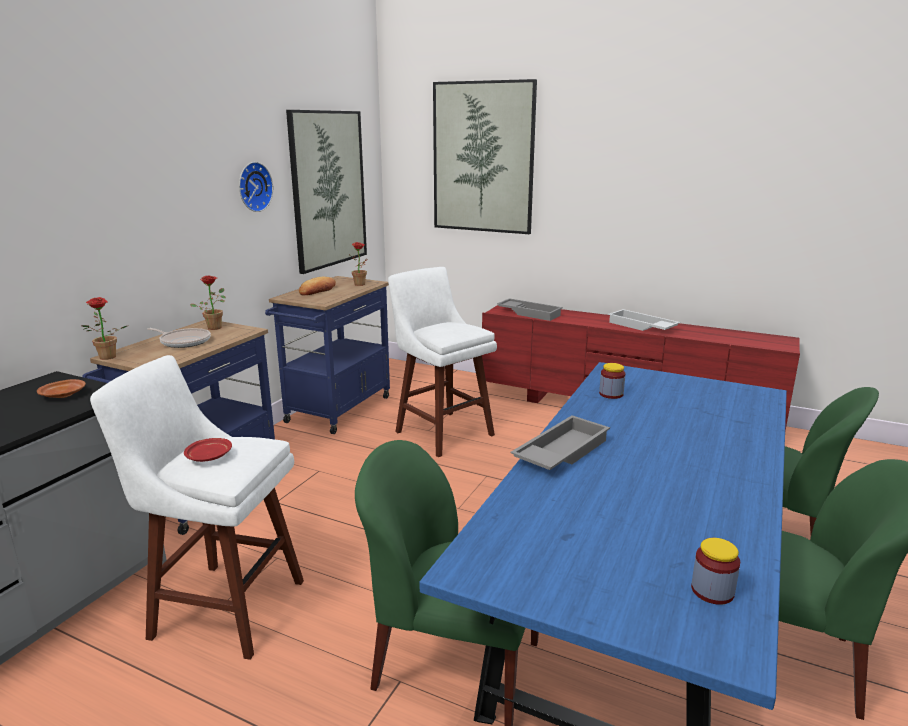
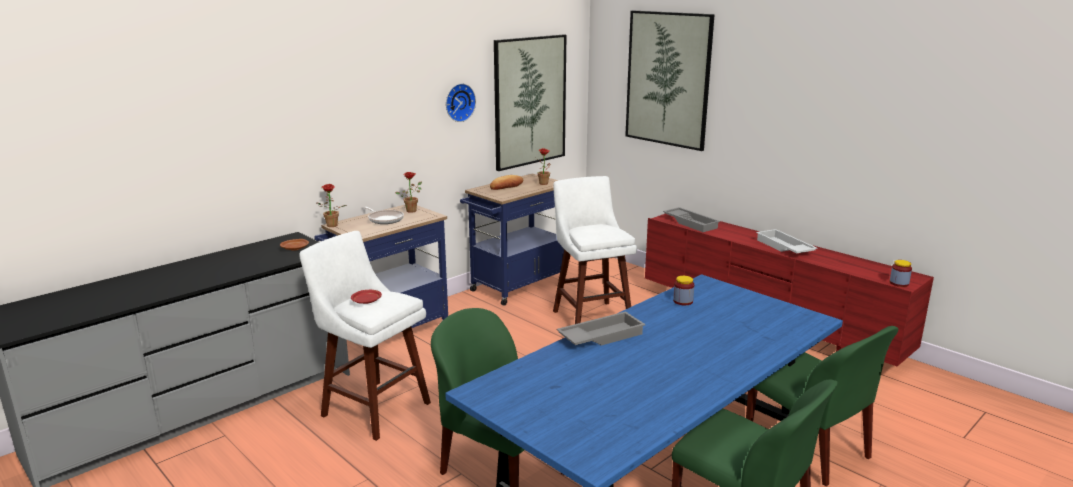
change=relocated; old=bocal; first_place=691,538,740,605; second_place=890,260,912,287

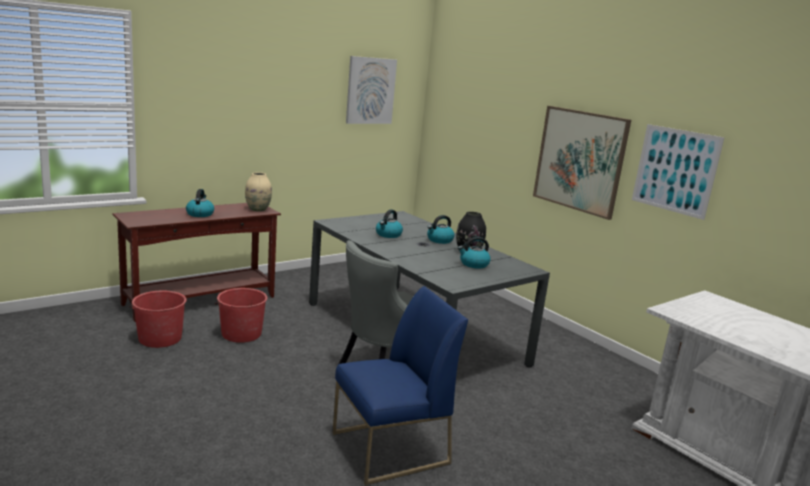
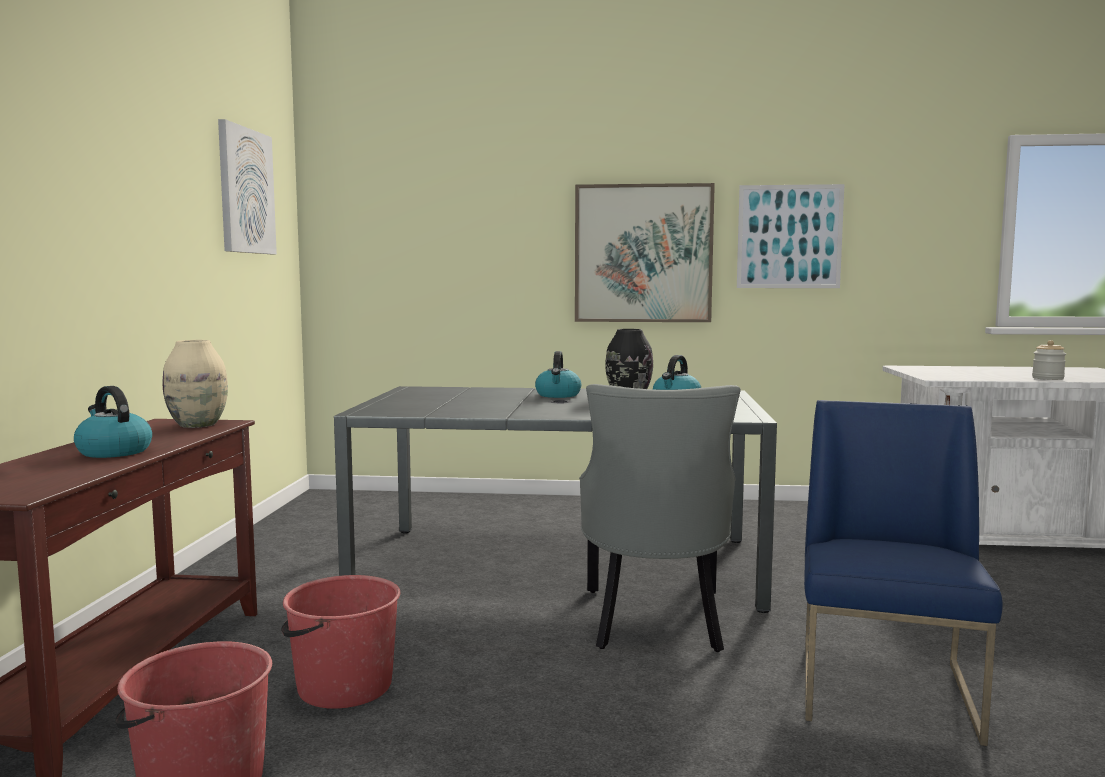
change=missing; old=bouilloire; first_place=376,210,403,238
change=appeared; new=bocal; second_place=1032,340,1066,380

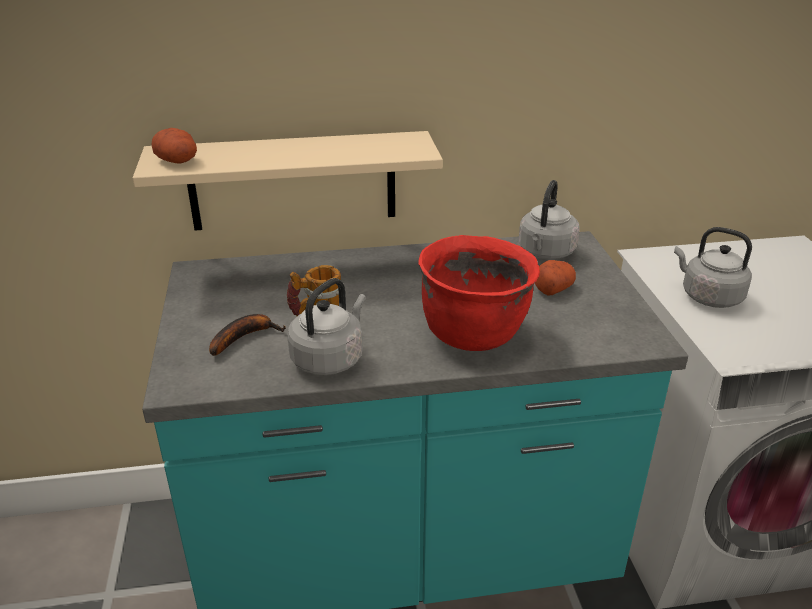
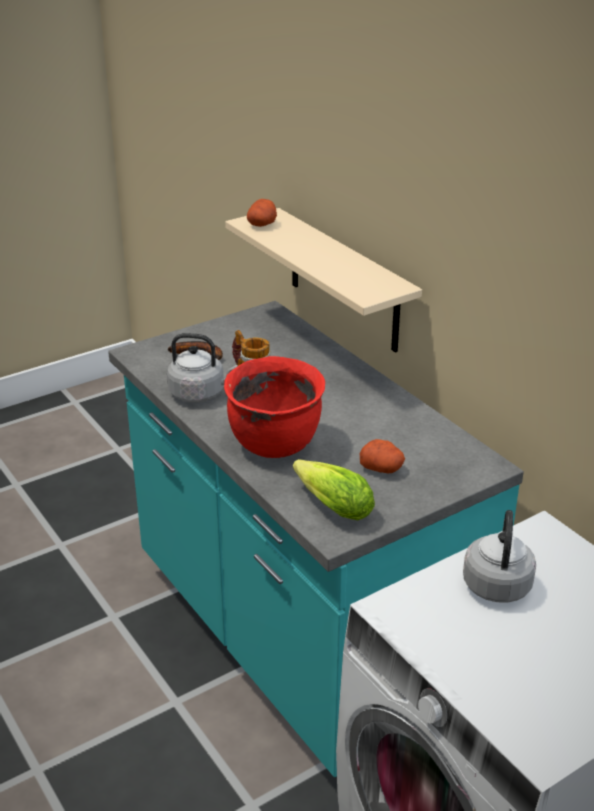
change=missing; old=bouilloire (gris); first_place=518,180,580,260
change=appeared; new=laitue; second_place=293,459,375,520

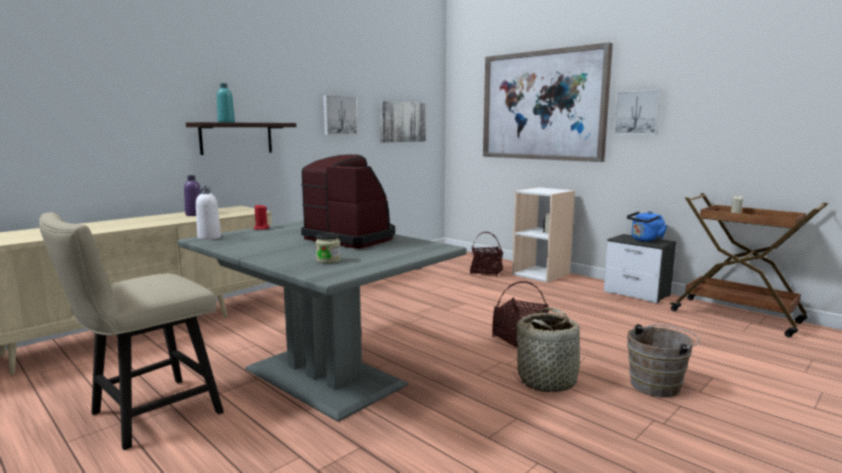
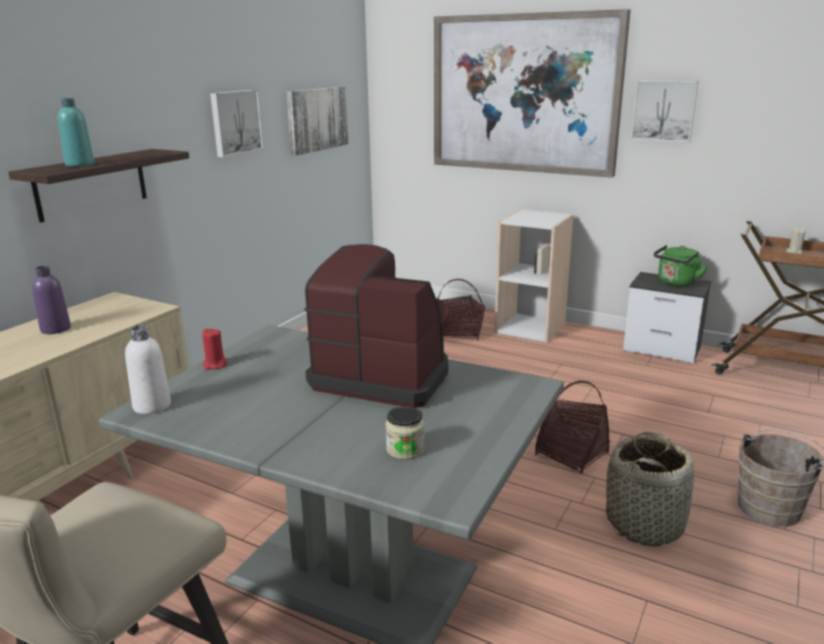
change=colour; old=bouilloire (bleu); new=bouilloire (vert); first_place=627,211,667,242; second_place=654,245,708,286

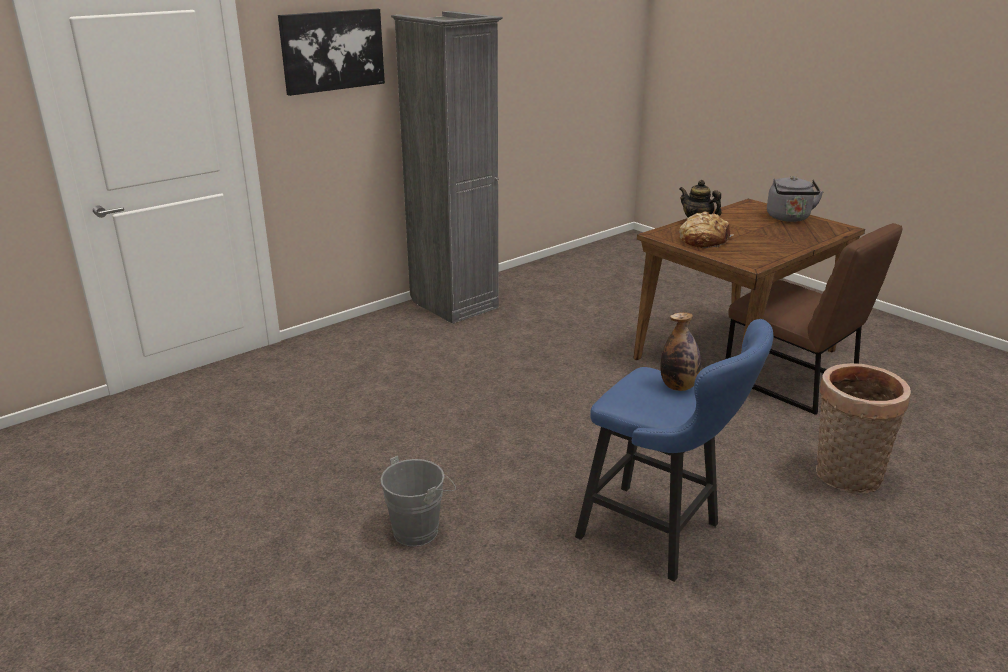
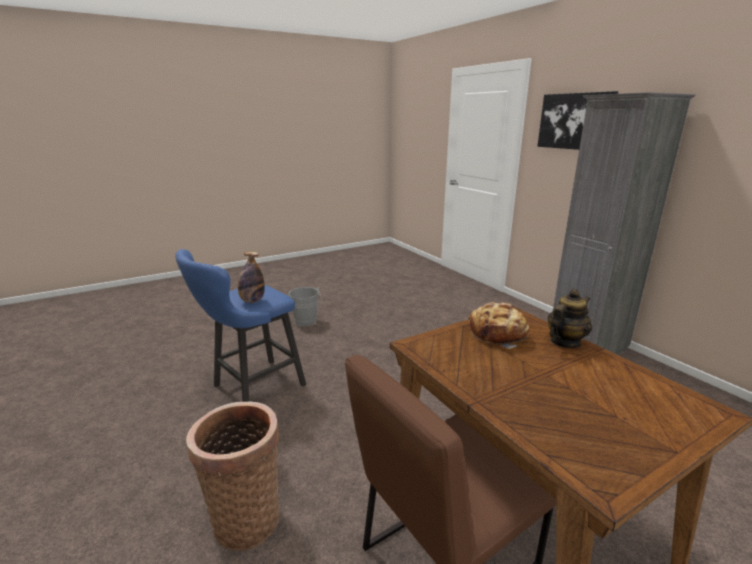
change=missing; old=bouilloire (gris); first_place=767,176,824,222

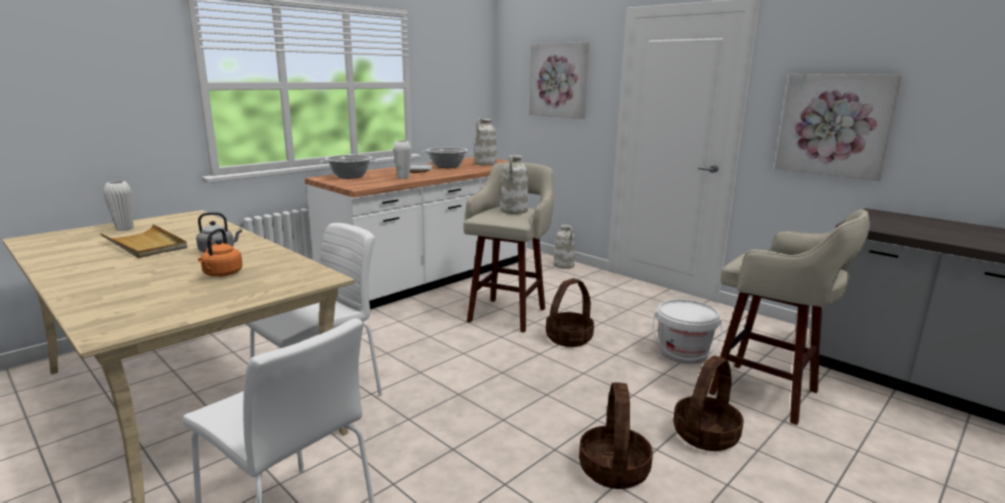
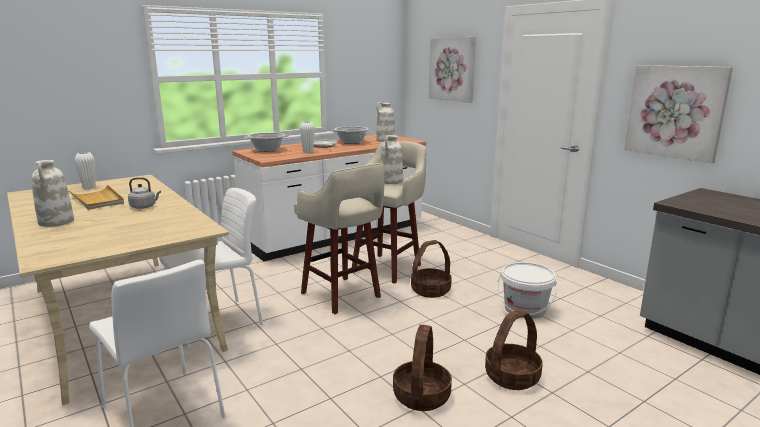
change=missing; old=bouilloire (orange); first_place=198,228,242,277
change=relocated; old=vase (blanc); first_place=554,225,575,269; second_place=31,160,74,227
change=relocated; old=tabouret (beige); first_place=709,210,870,425; second_place=294,163,385,314

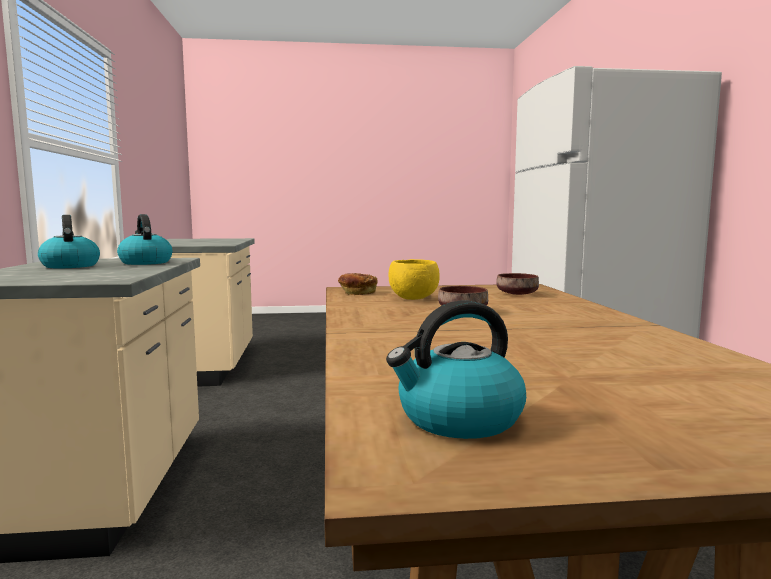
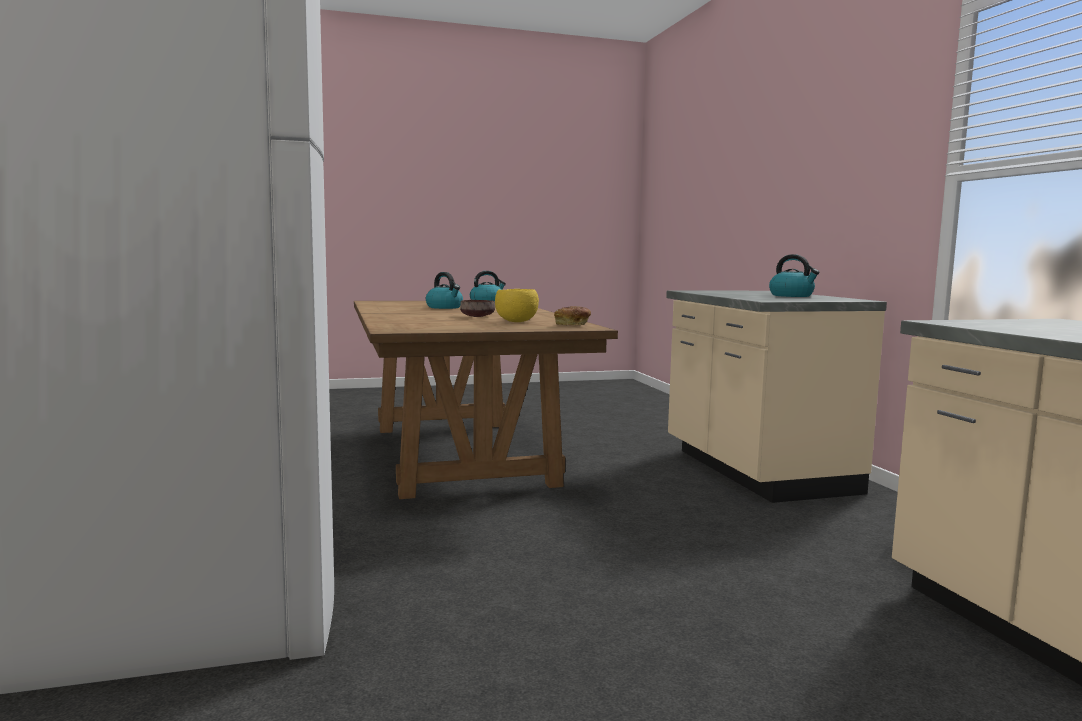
change=missing; old=bol (marron); first_place=496,273,539,295
change=relocated; old=bouilloire; first_place=117,214,173,265; second_place=426,272,463,309

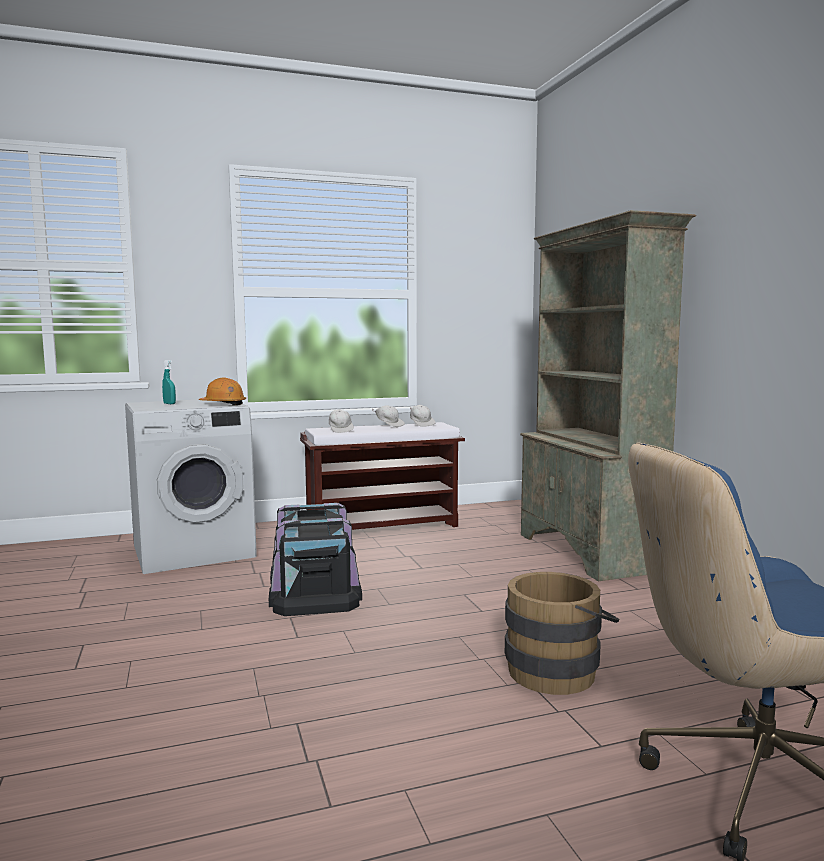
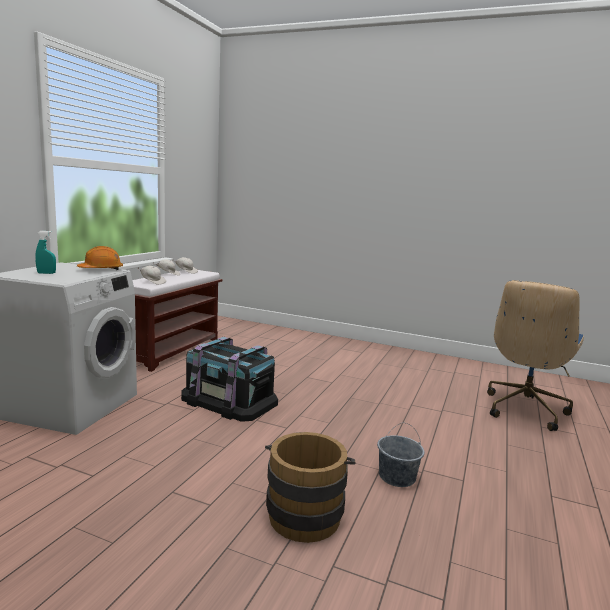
change=missing; old=bibliothèque (vert); first_place=520,210,696,581
change=appeared; new=seau (gris); second_place=377,422,424,487
change=relocated; old=seau (marron); first_place=505,572,620,695; second_place=265,432,355,543

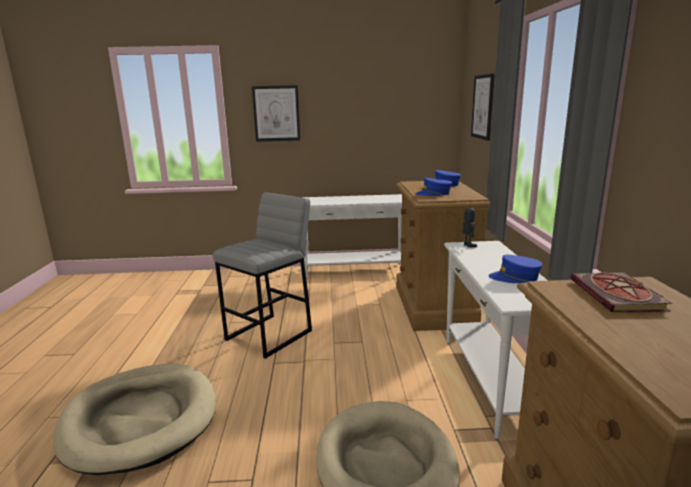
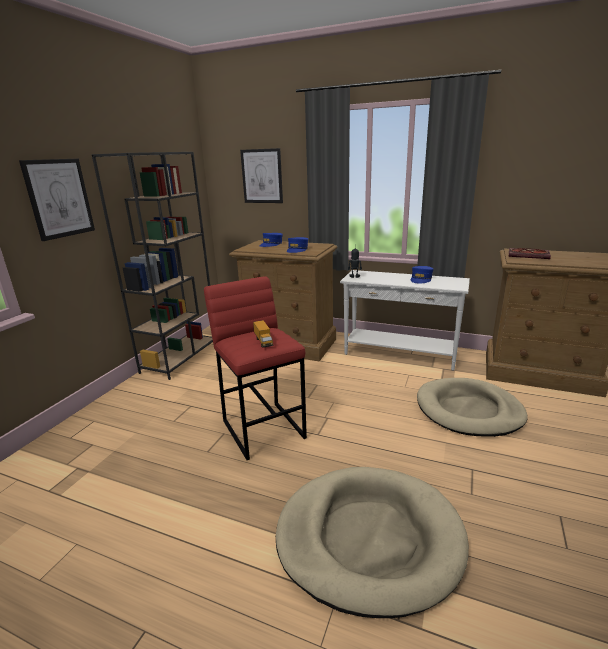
change=appeared; new=camion jouet; second_place=253,320,273,348
change=exchanged; old=table console (blanc); new=bibliothèque; first_place=302,194,402,278; second_place=92,152,213,380
change=colour; old=tabouret (gris); new=tabouret (rouge); first_place=213,192,312,359; second_place=204,276,307,460

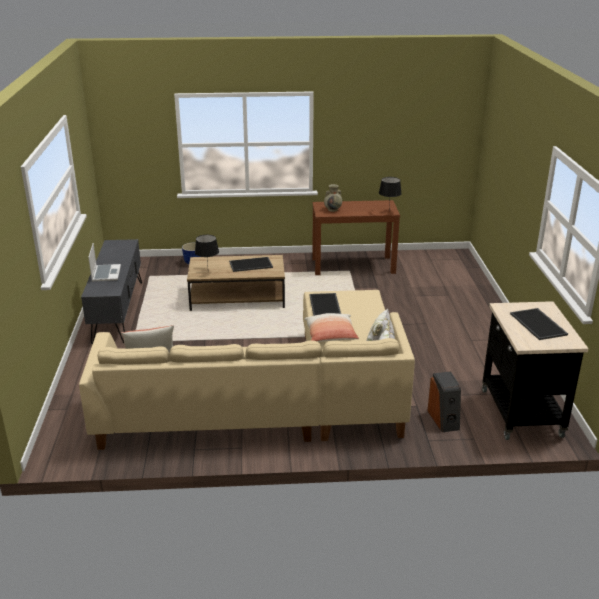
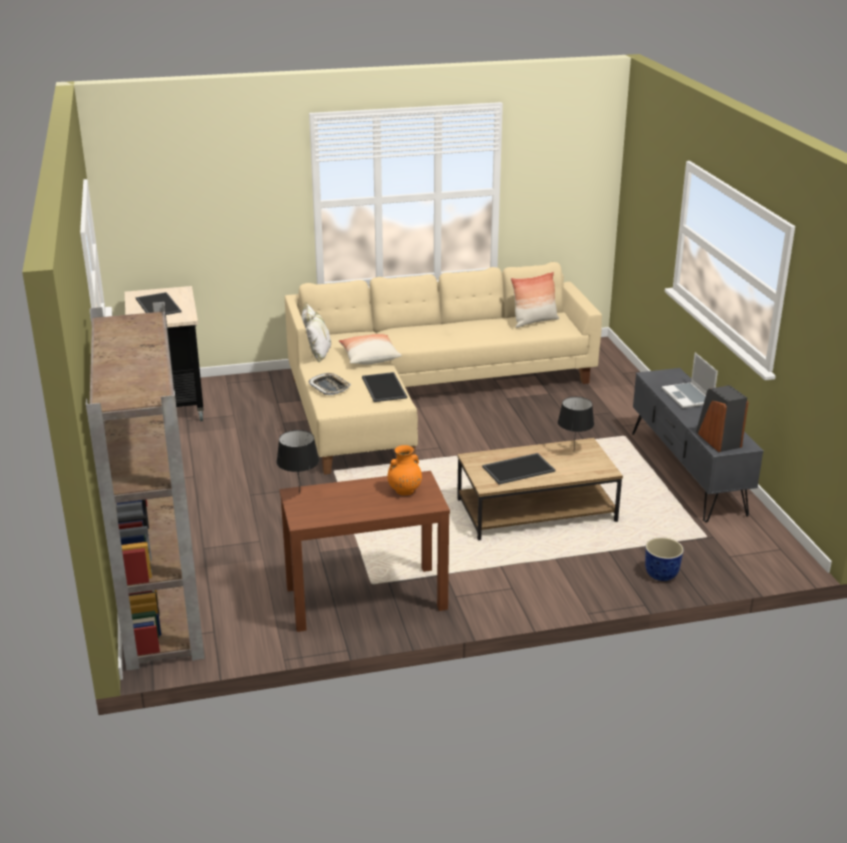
change=appeared; new=bibliothèque (marron); second_place=86,302,205,671
change=appeared; new=plateau; second_place=308,373,351,395
change=relocated; old=enceinte; first_place=427,371,461,432; second_place=696,385,749,452
change=colour; old=vase (beige); new=vase (orange); first_place=324,184,342,212; second_place=388,445,422,496

